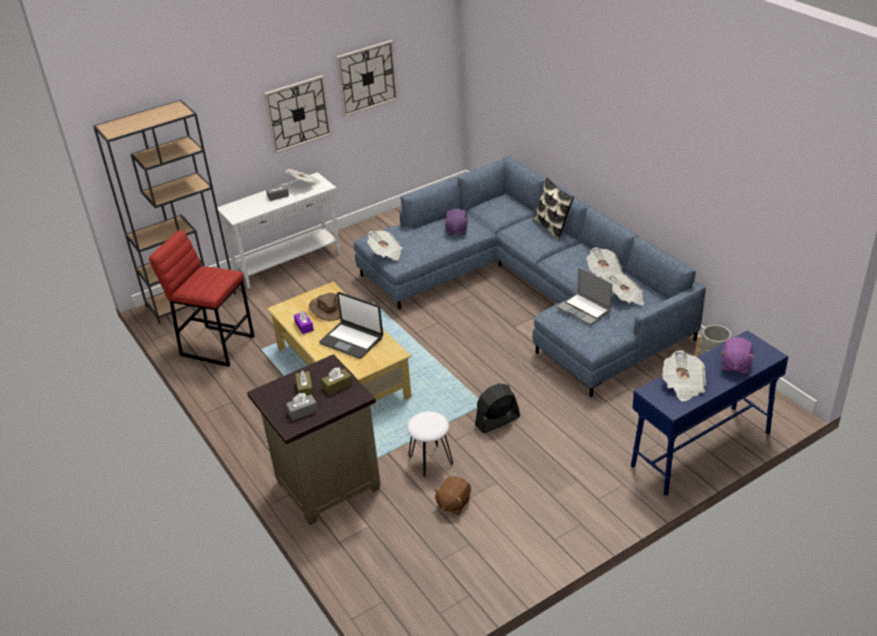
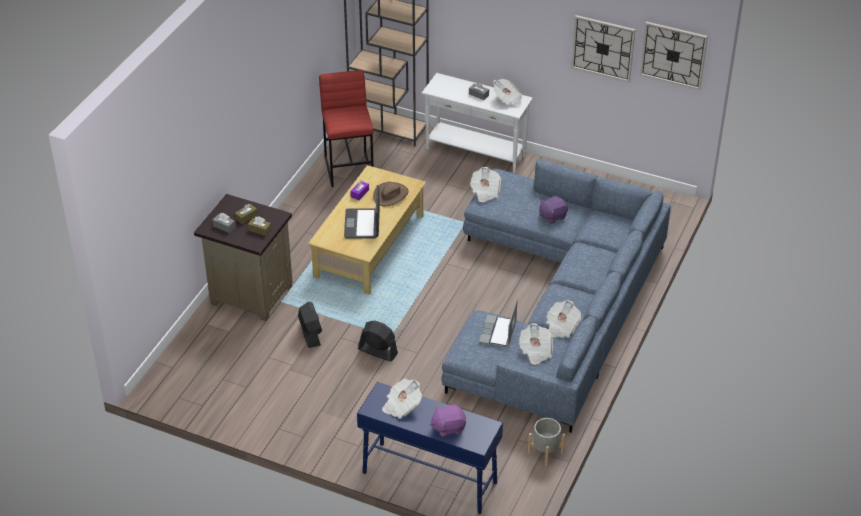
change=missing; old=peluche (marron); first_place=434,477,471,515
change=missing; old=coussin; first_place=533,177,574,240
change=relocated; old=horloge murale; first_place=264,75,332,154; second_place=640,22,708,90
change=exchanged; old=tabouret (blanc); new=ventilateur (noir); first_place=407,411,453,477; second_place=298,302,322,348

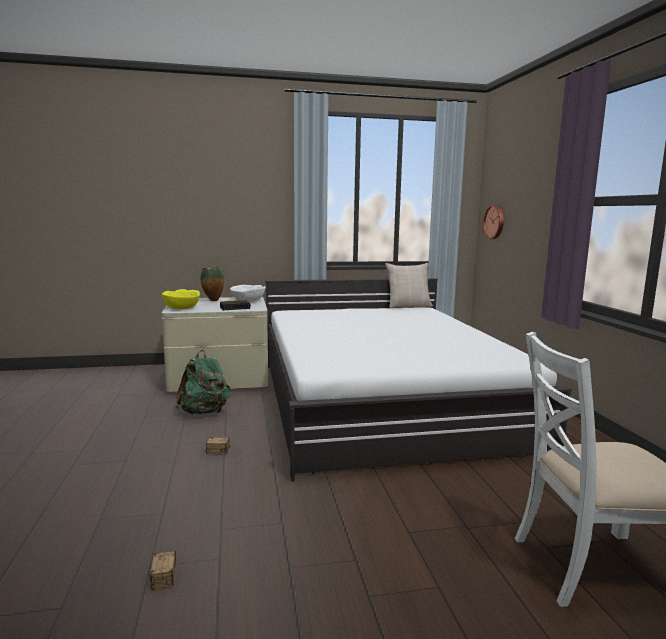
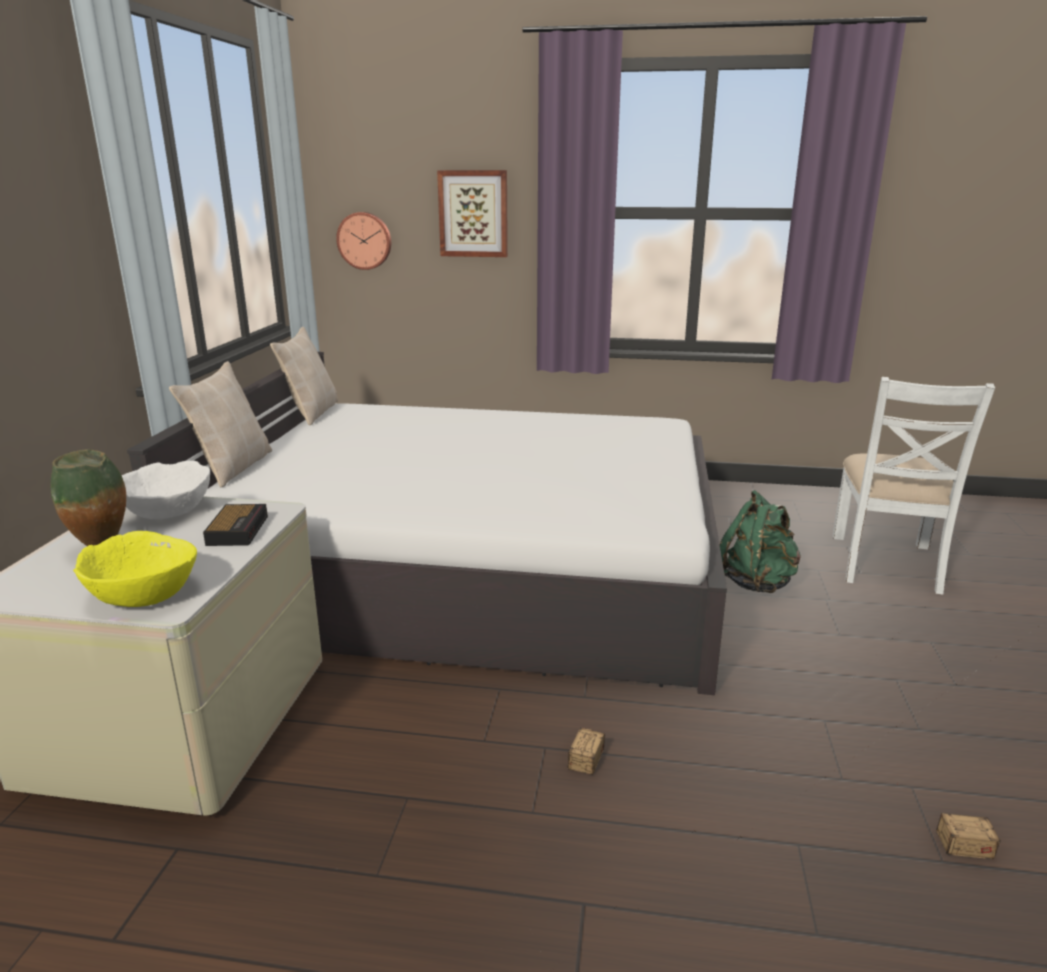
change=appeared; new=coussin (beige); second_place=169,361,272,487
change=appeared; new=tableau; second_place=437,170,508,257
change=relocated; old=sac à dos (vert); first_place=176,350,231,414; second_place=719,490,801,593

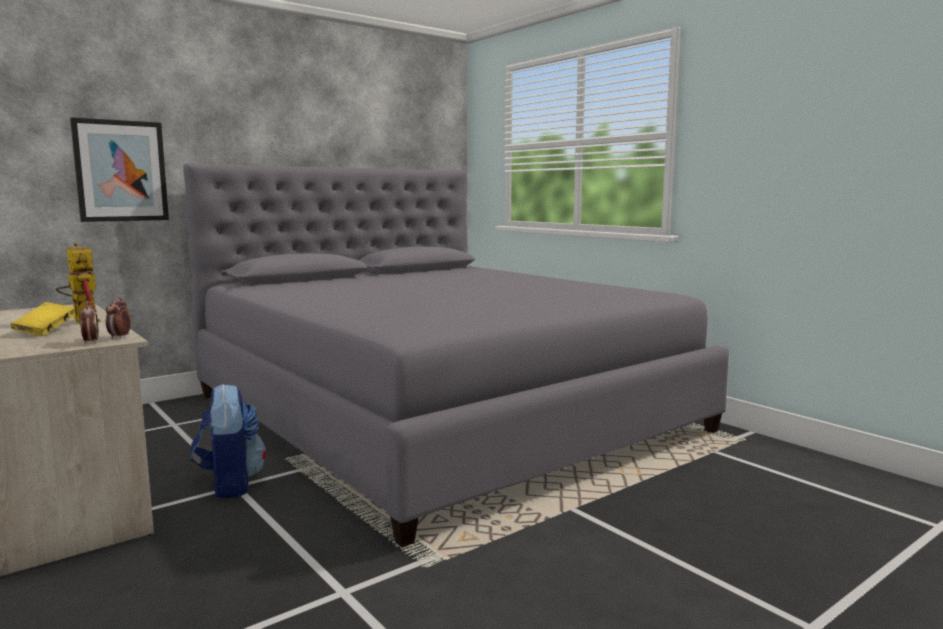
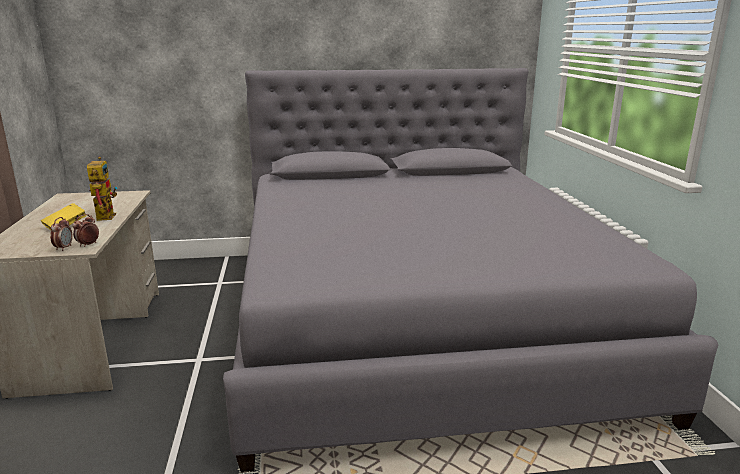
change=missing; old=tableau; first_place=70,117,169,222
change=missing; old=sac à dos; first_place=190,384,266,498

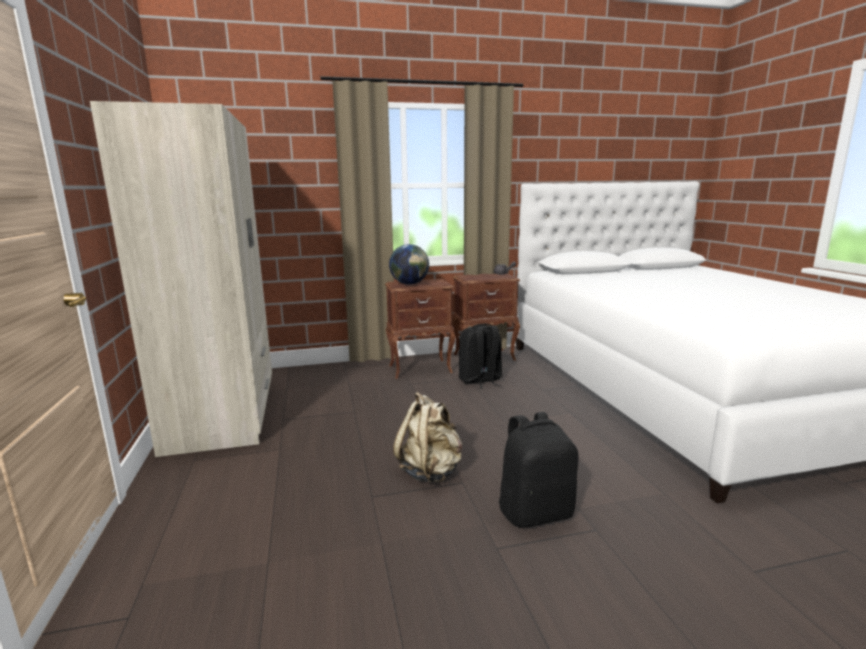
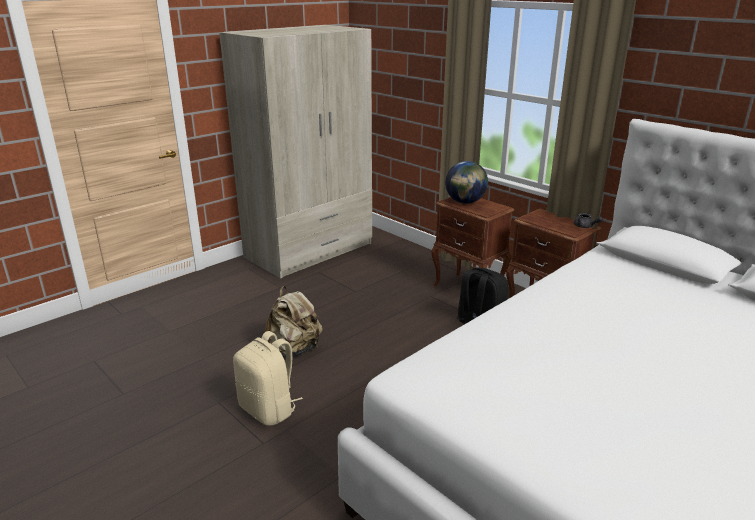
change=colour; old=sac à dos (noir); new=sac à dos (beige); first_place=499,412,578,528; second_place=233,331,303,426

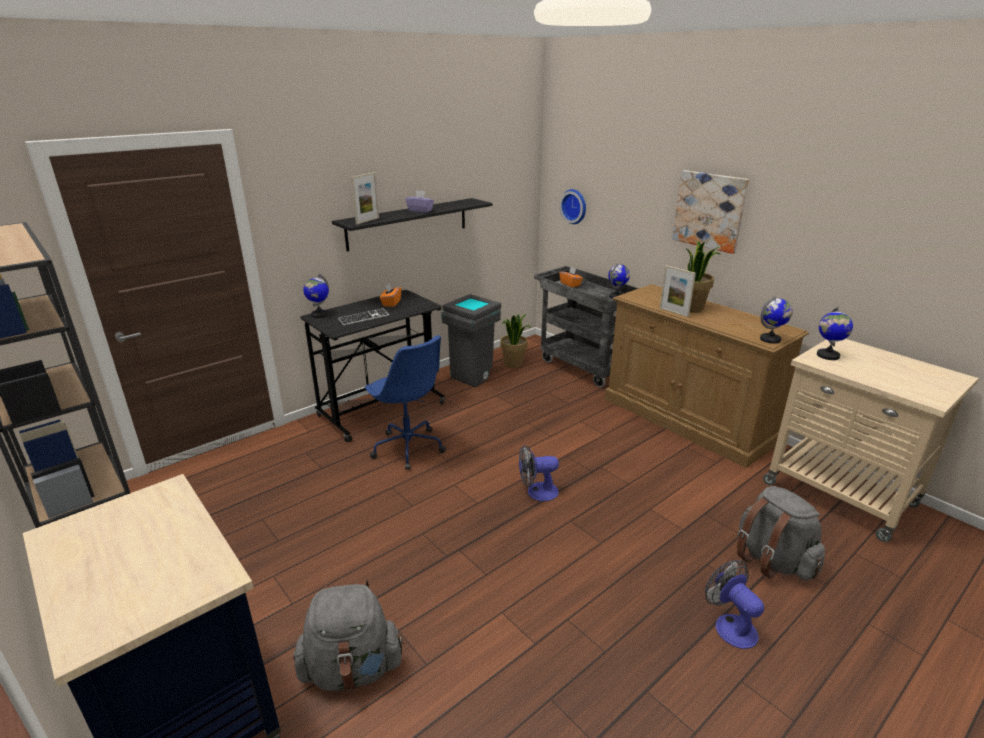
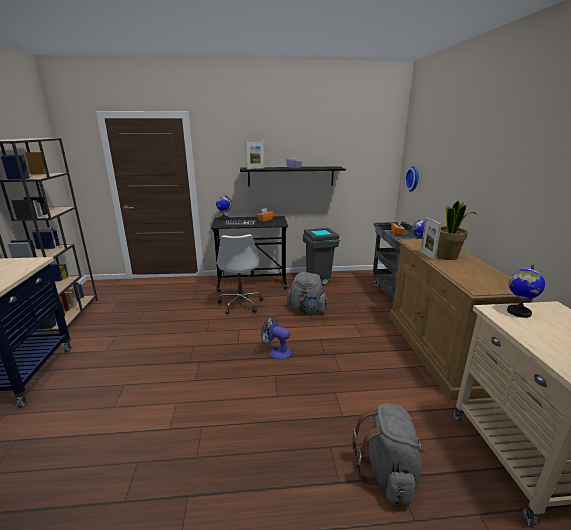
change=missing; old=plante en pot; first_place=500,314,531,368
change=missing; old=tableau; first_place=672,170,749,254
change=missing; old=ventilateur; first_place=705,560,764,649
change=missing; old=globe; first_place=760,296,792,344
change=relocated; old=sac à dos (gris); first_place=293,580,405,691; second_place=287,272,328,314
change=colour; old=chaise de bureau (bleu); new=chaise de bureau (blanc); first_place=365,335,446,470; second_place=216,235,263,314

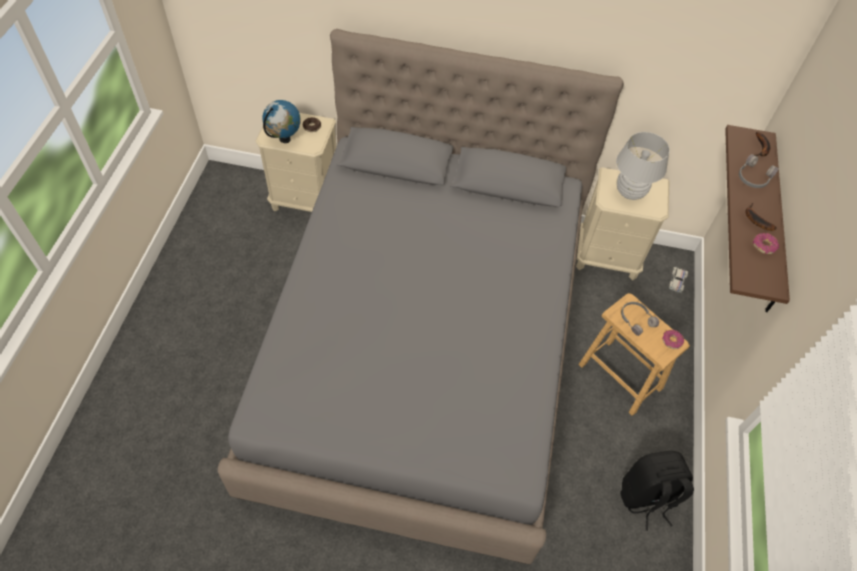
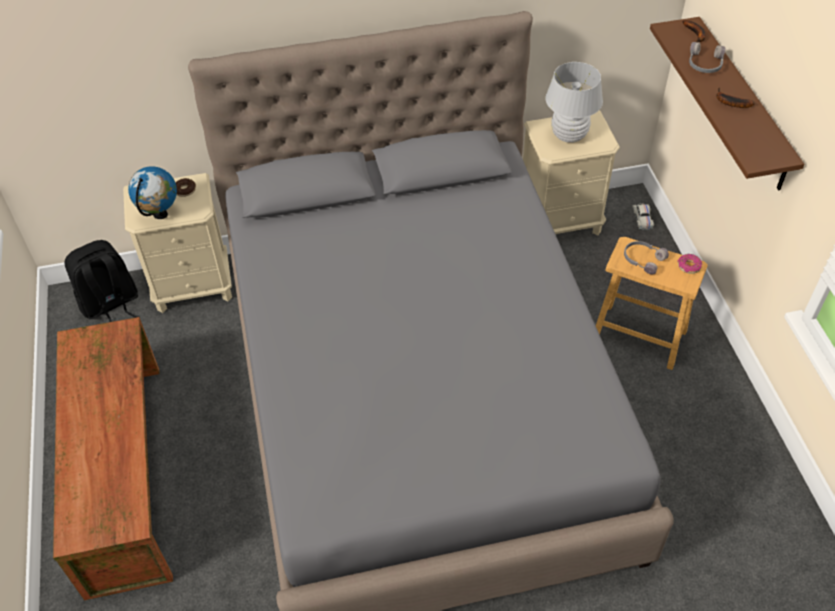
change=missing; old=beignet; first_place=753,233,779,254
change=appeared; new=banc (marron); second_place=53,317,173,601
change=relocated; old=sac à dos (noir); first_place=620,451,694,531; second_place=64,240,138,322

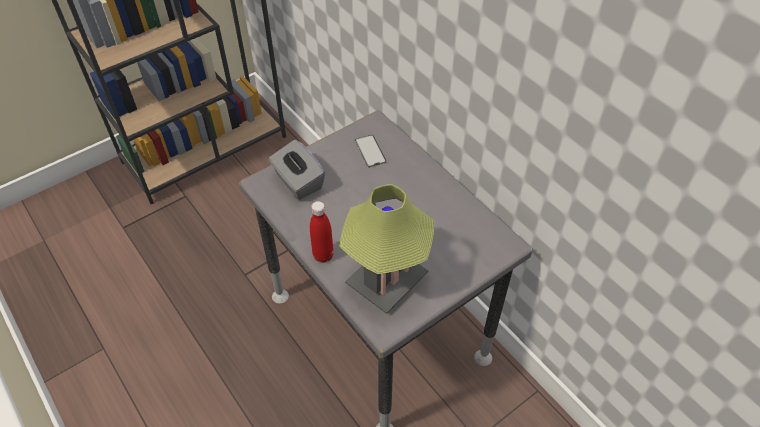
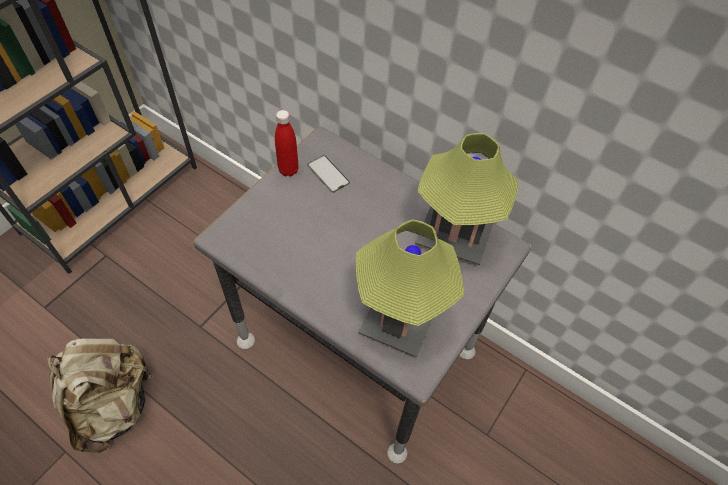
change=missing; old=boîte à mouchoirs (gris); first_place=269,139,325,200
change=appeared; new=sac à dos (beige); second_place=47,338,154,453
change=appeared; new=lampe de table; second_place=416,133,519,265
change=relocated; old=bouteille (rouge); first_place=310,201,334,263; second_place=275,110,299,177

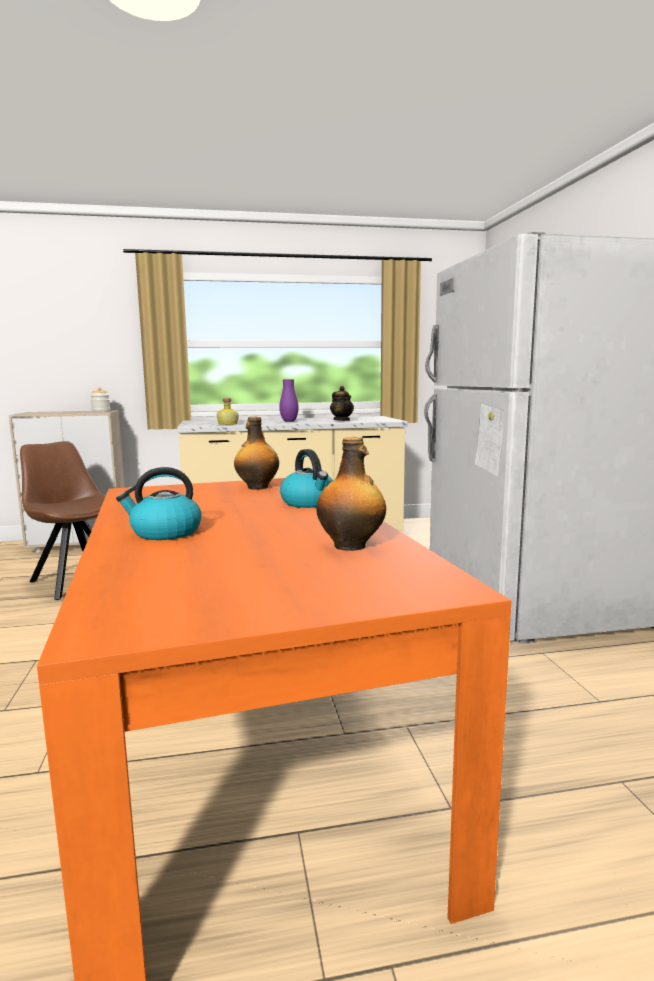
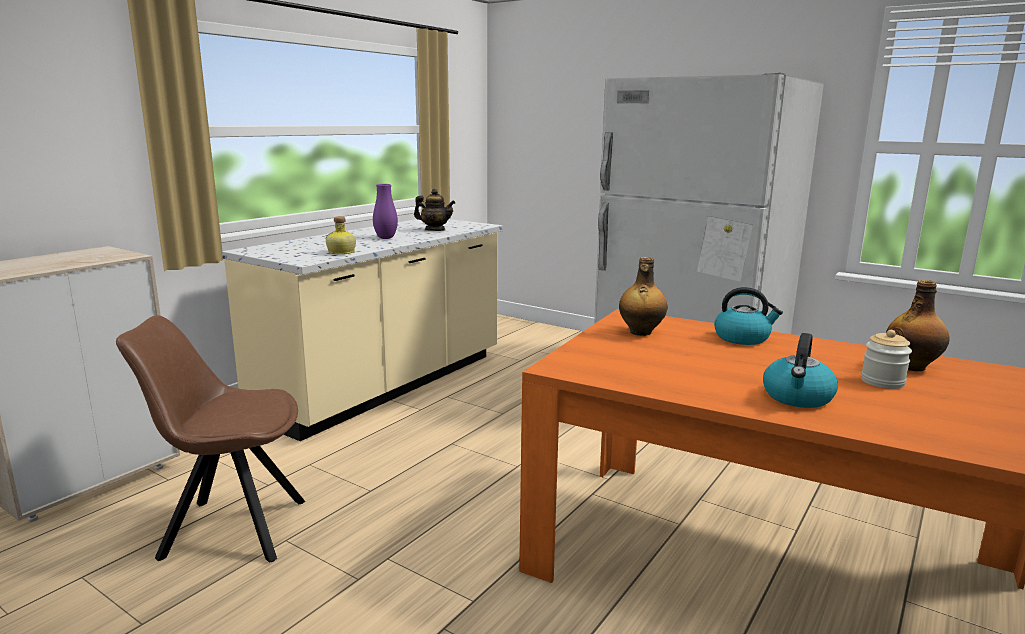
change=relocated; old=bocal; first_place=90,387,111,412; second_place=861,330,912,389

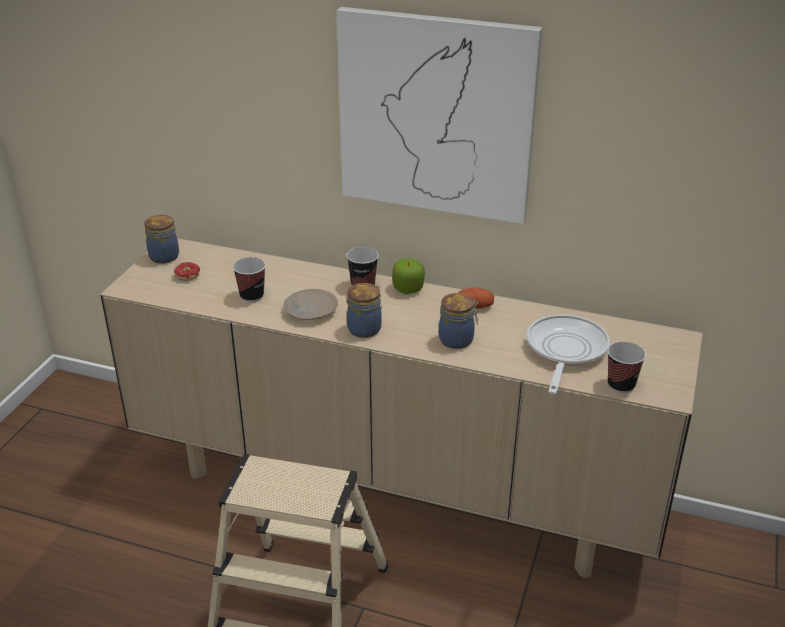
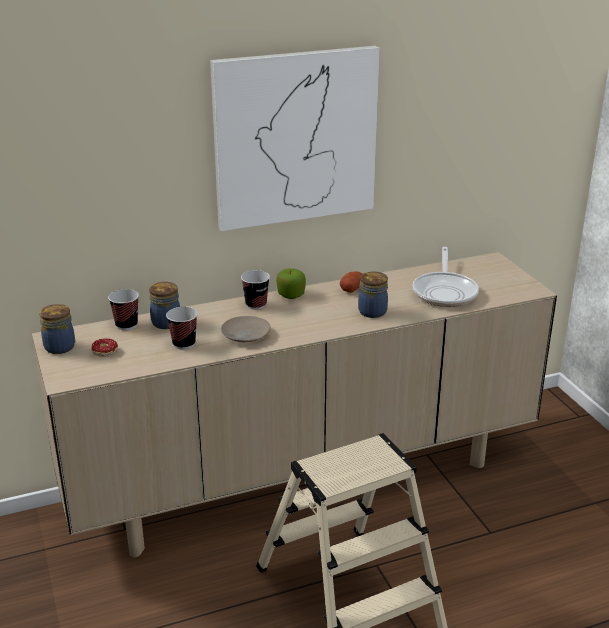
change=relocated; old=bocal; first_place=347,283,382,338; second_place=149,282,180,329
change=relocated; old=tasse; first_place=608,342,646,393; second_place=108,289,139,330
change=spun; old=poêle; first_place=527,314,610,394; second_place=413,247,479,307; degrees=-150

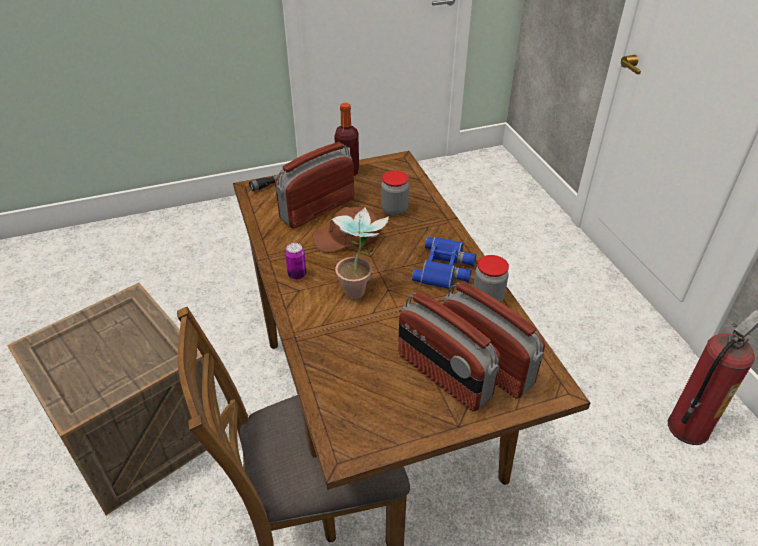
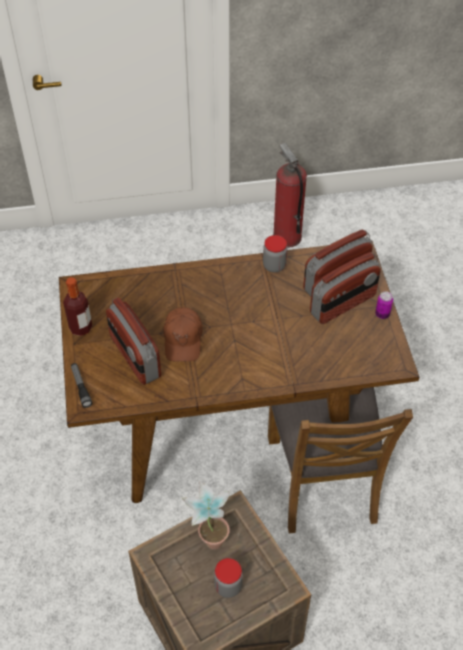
change=missing; old=jumelles (bleu); first_place=412,237,476,289
change=relocated; old=boîte métallique; first_place=285,243,306,280; second_place=375,291,393,319
change=relocated; old=plante en pot; first_place=332,208,389,299; second_place=182,482,231,550
change=relocated; old=bocal; first_place=381,170,409,216; second_place=214,558,243,598

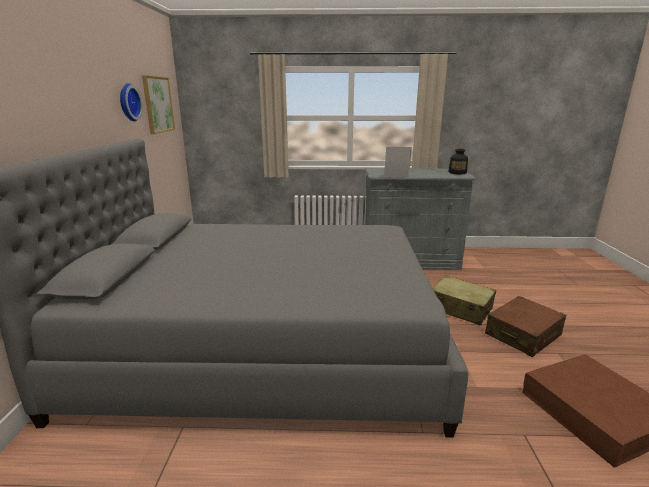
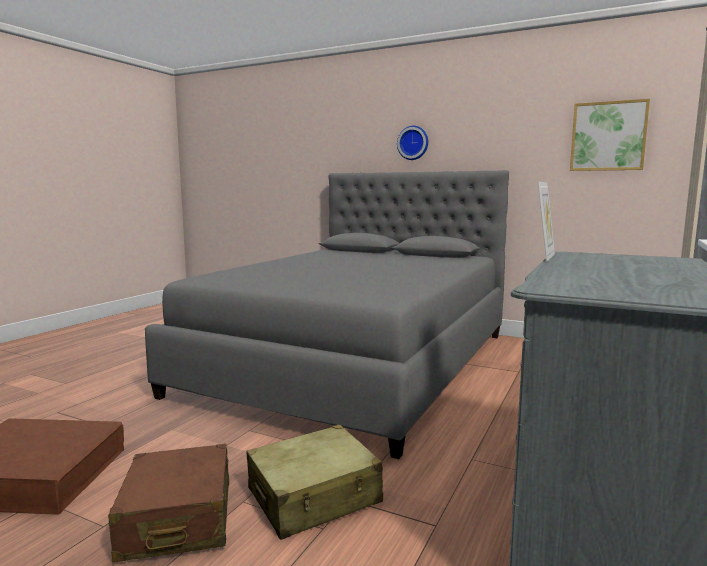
change=missing; old=bouteille; first_place=448,148,468,175
change=relocated; old=horloge murale; first_place=120,83,143,121; second_place=397,126,428,160

